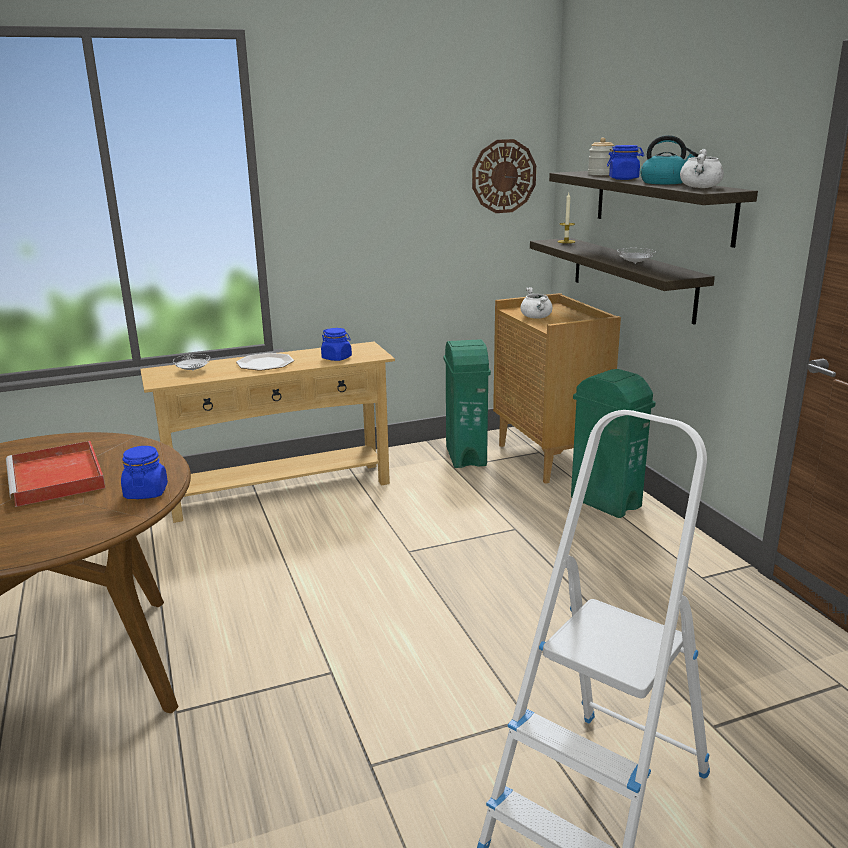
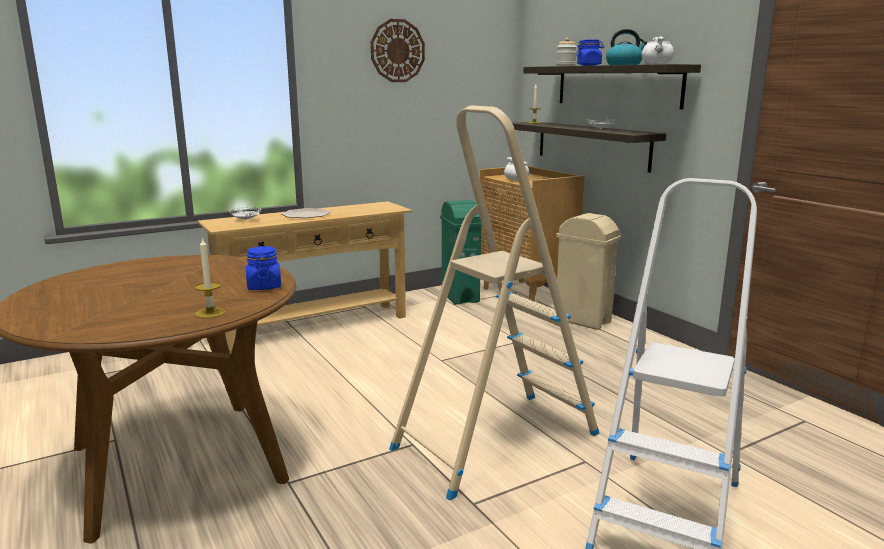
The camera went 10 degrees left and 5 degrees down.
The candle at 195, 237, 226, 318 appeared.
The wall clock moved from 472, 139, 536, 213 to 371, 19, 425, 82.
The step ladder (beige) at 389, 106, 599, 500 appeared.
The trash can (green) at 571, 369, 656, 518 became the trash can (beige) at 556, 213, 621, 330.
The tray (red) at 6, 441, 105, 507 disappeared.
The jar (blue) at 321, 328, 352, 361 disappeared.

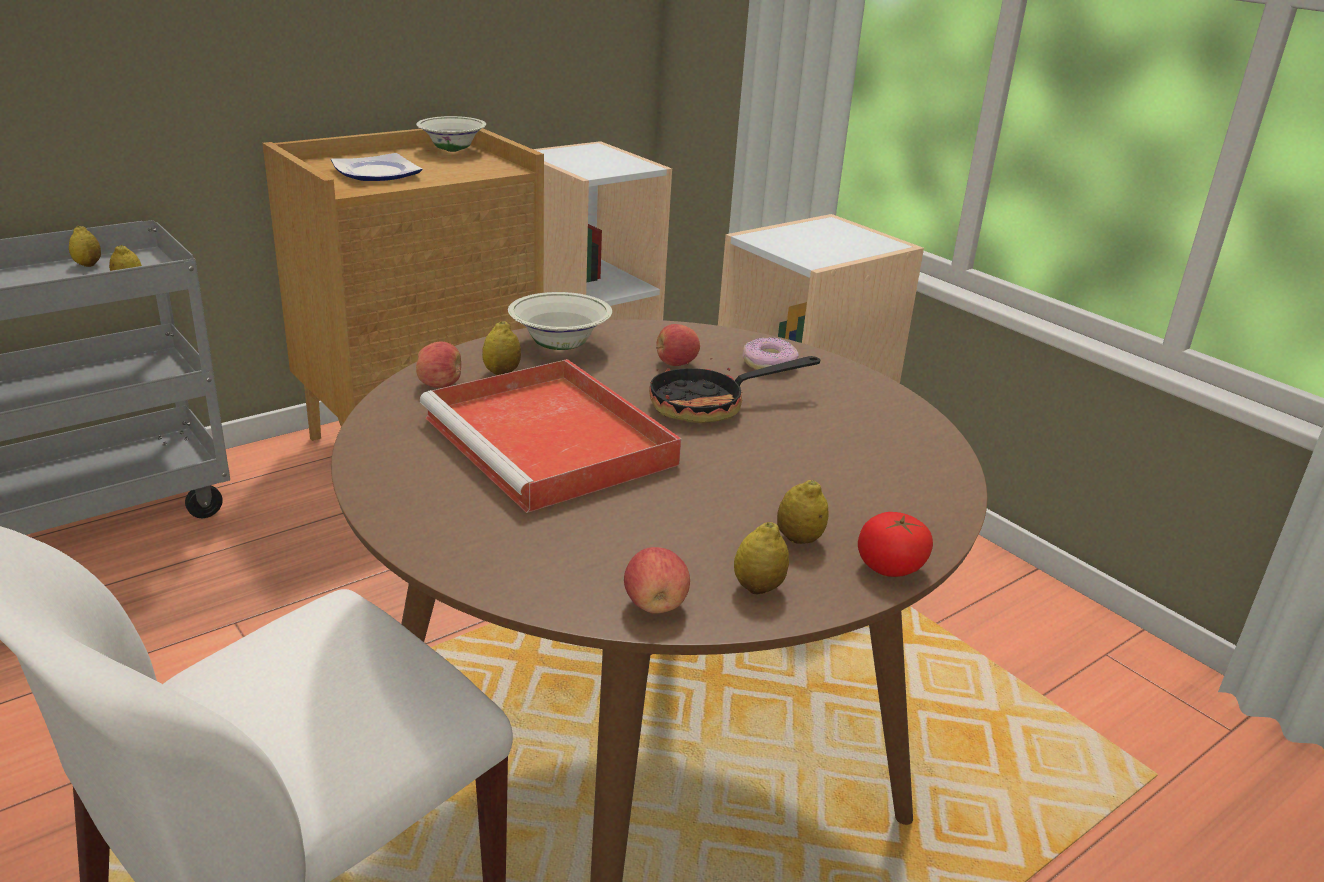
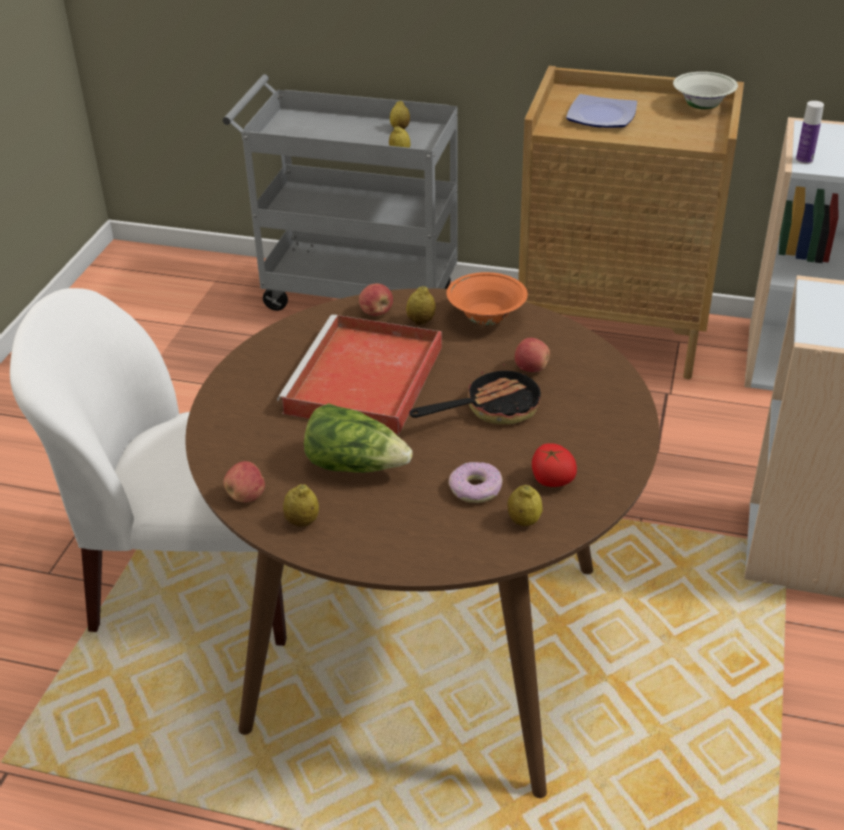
The camera went 55 degrees right and 10 degrees up.
The lettuce at 304, 403, 413, 473 appeared.
The frying pan at 649, 348, 820, 423 turned 120 degrees clockwise.
The bowl (white) at 508, 292, 612, 350 became the bowl (orange) at 446, 272, 528, 325.
The donut moved from 742, 337, 799, 373 to 449, 462, 503, 503.
The lemon moved from 777, 479, 828, 544 to 507, 485, 543, 526.
The tomato moved from 858, 512, 933, 577 to 532, 443, 577, 487.
The bottle at 796, 101, 824, 164 appeared.

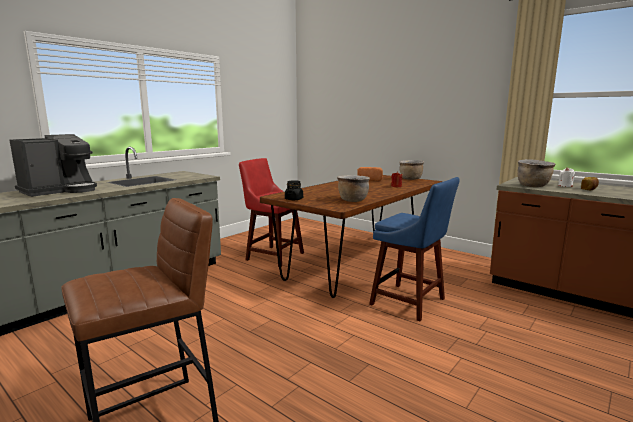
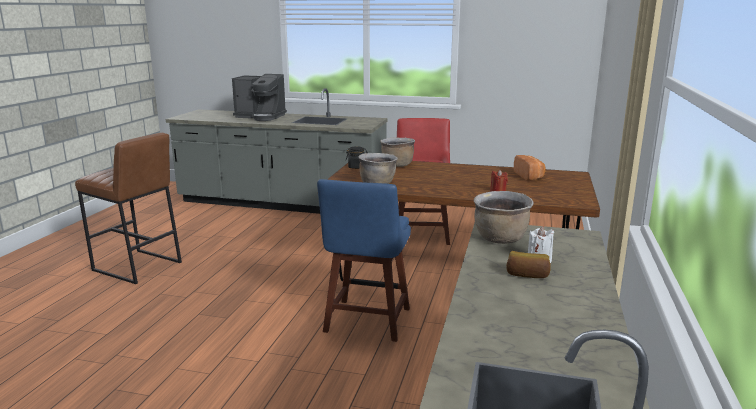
The camera went 65 degrees right and 5 degrees up.
The cooking pot (brown) moved from 399, 160, 424, 180 to 380, 138, 415, 167.

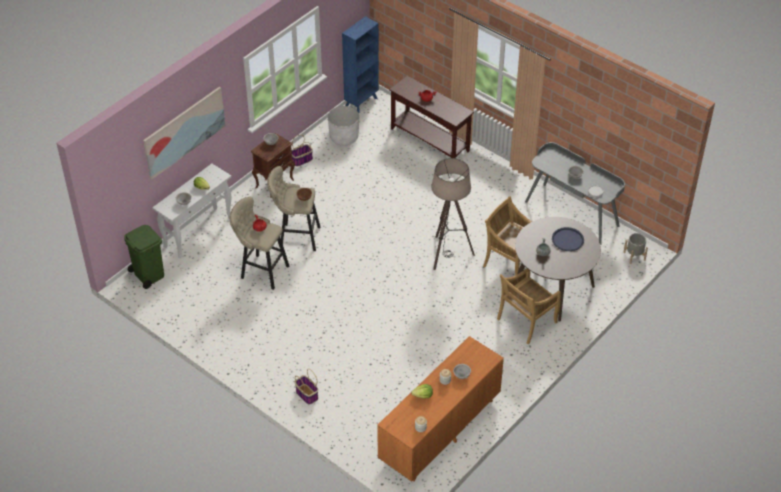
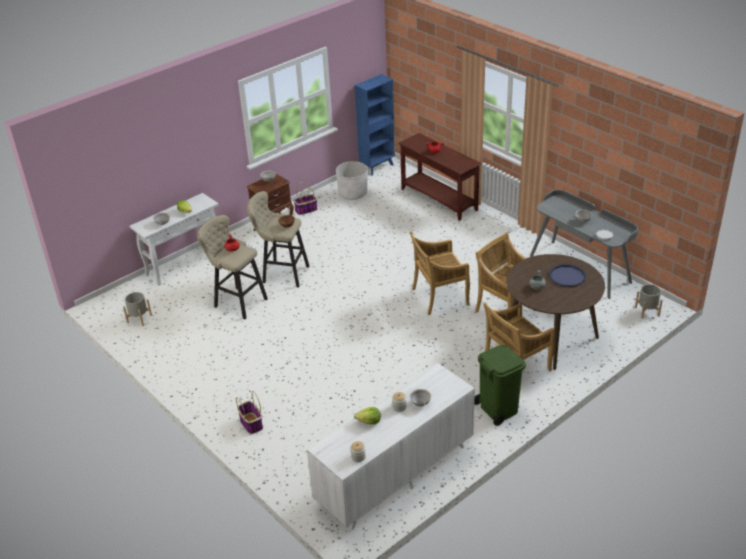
The camera went 10 degrees right and 10 degrees down.
The planter (grey) at 123, 292, 152, 326 appeared.
The dresser (orange) at 377, 336, 504, 482 became the dresser (white) at 307, 363, 475, 530.
The floor lamp at 431, 158, 475, 270 was replaced by the chair (beige) at 409, 231, 470, 315.
The trash can (green) moved from 124, 225, 164, 289 to 474, 345, 526, 426.
The picture at 143, 87, 225, 180 disappeared.

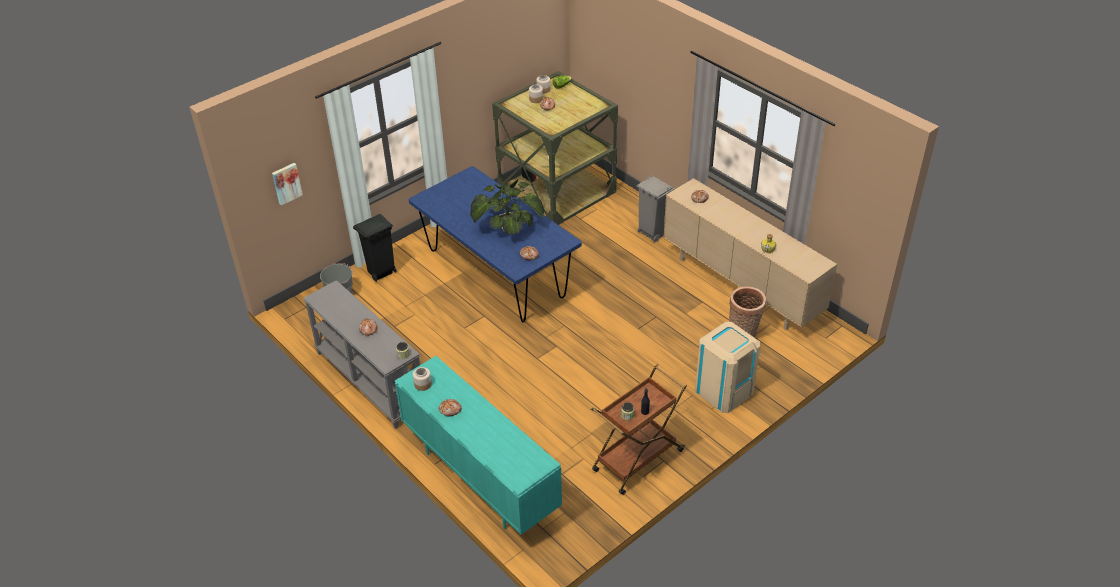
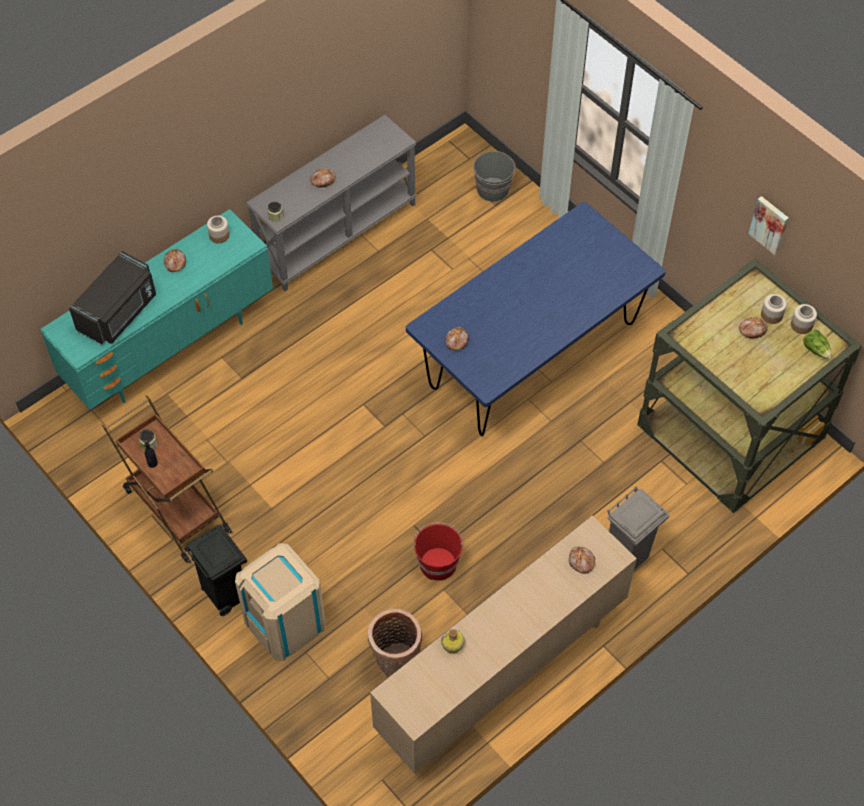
The camera went 90 degrees right and 15 degrees up.
The microwave (black) at 69, 251, 156, 345 appeared.
The trash can (black) moved from 353, 214, 397, 282 to 184, 525, 247, 616.
The bucket (red) at 413, 523, 463, 581 appeared.
The picture moved from 272, 163, 303, 206 to 748, 196, 789, 255.
The potted plant at 470, 179, 544, 235 disappeared.

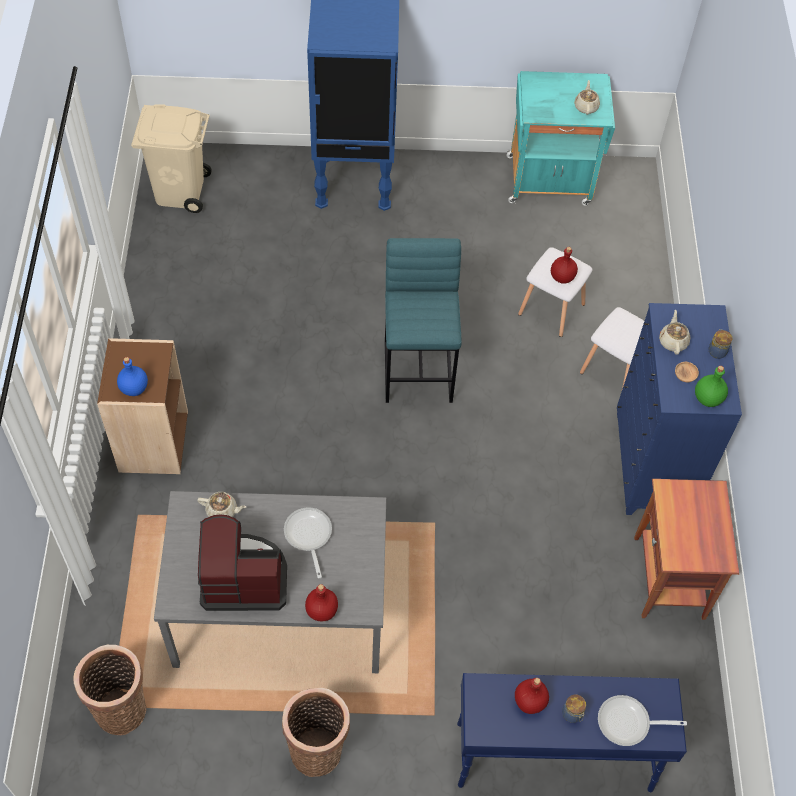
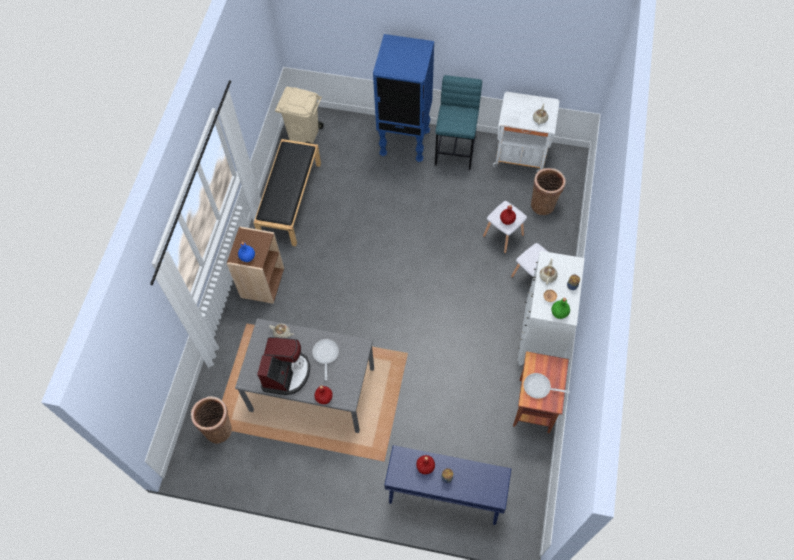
The camera went 15 degrees right and 5 degrees up.
The bench (black) at 254, 139, 321, 246 appeared.
The coffee machine at 198, 514, 287, 611 turned 90 degrees clockwise.
The stool (turquoise) moved from 385, 238, 461, 403 to 435, 75, 482, 170.
The cart (turquoise) at 507, 71, 615, 206 became the cart (white) at 493, 92, 560, 172.
The dresser (blue) at 617, 303, 742, 515 became the dresser (white) at 518, 251, 585, 366.
The frying pan moved from 598, 695, 687, 746 to 524, 373, 570, 399.
The basket moved from 282, 688, 350, 777 to 531, 168, 566, 215.

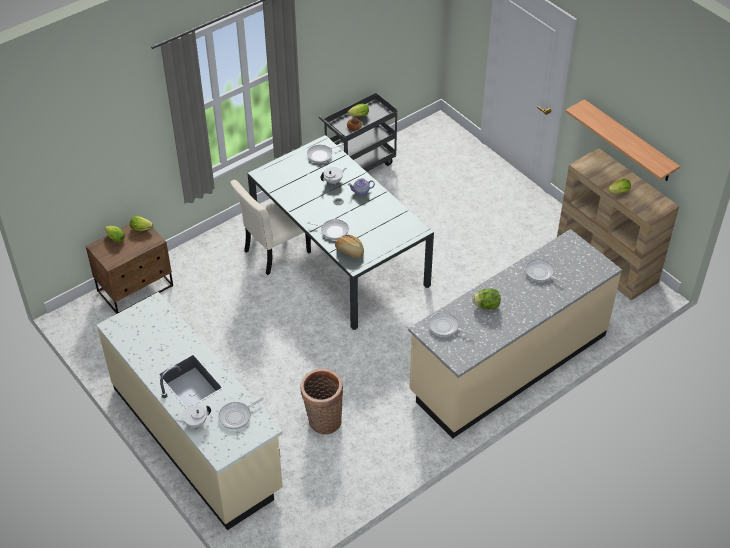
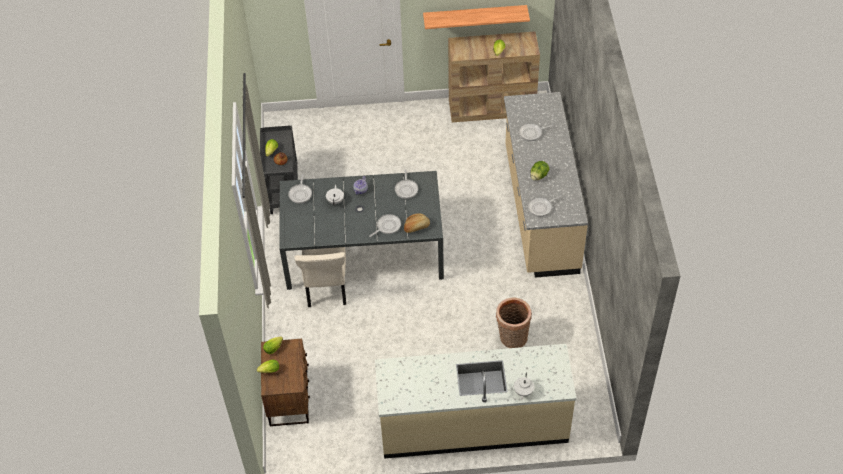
The camera went 55 degrees left and 5 degrees up.
The frying pan moved from 218, 398, 264, 430 to 395, 169, 418, 199.

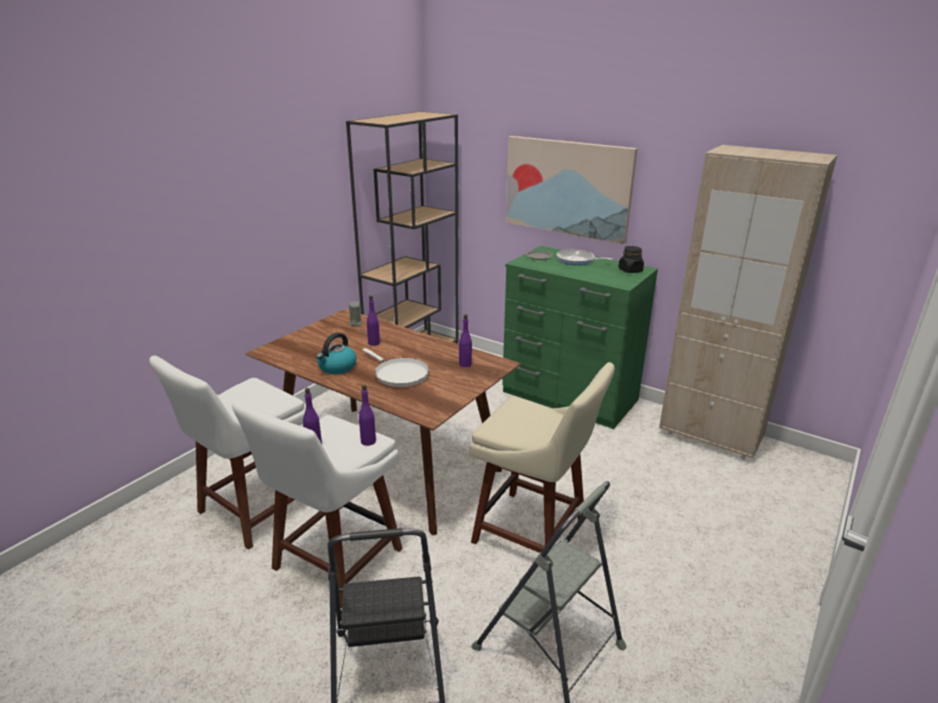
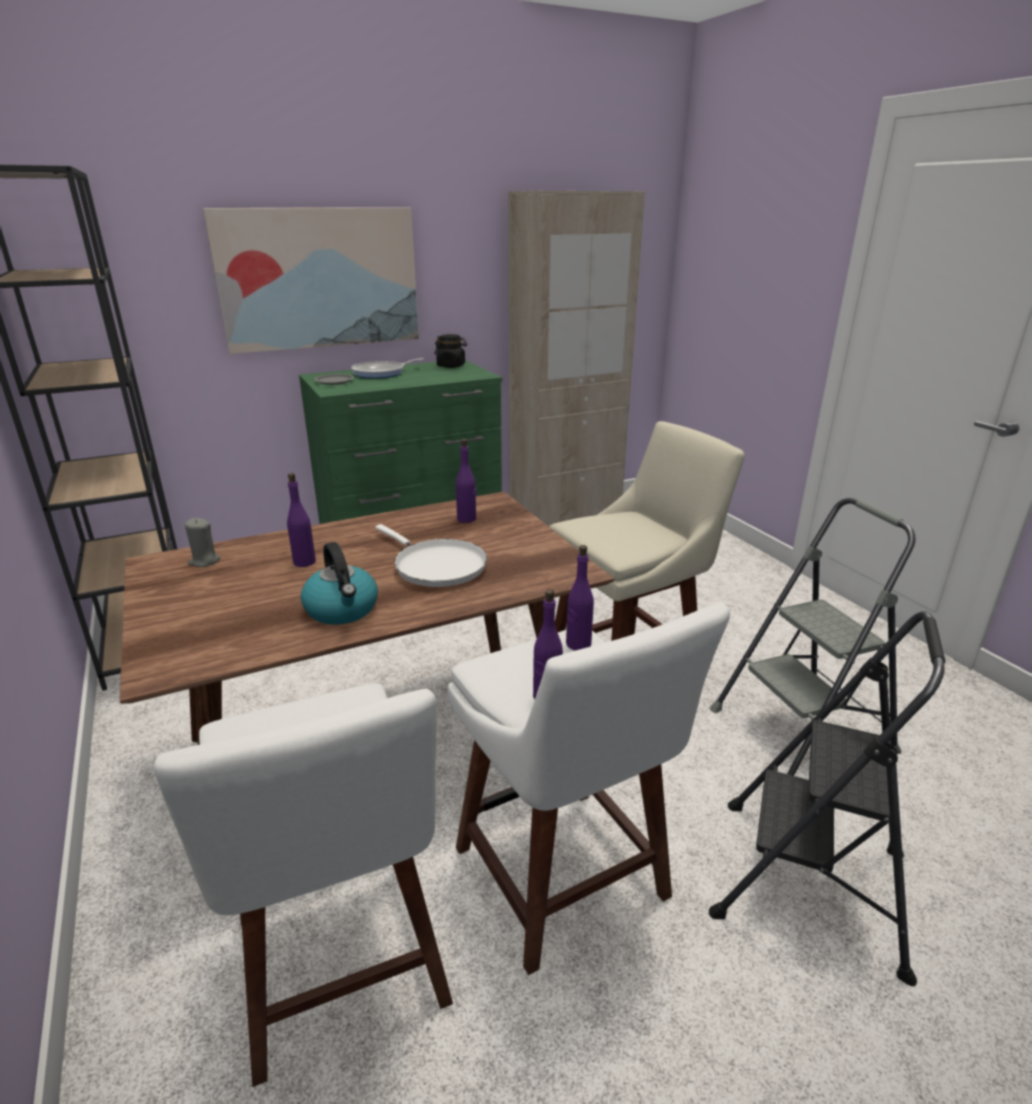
The camera went 60 degrees left and 0 degrees up.
The frying pan (white) at 363, 348, 429, 387 turned 60 degrees clockwise.

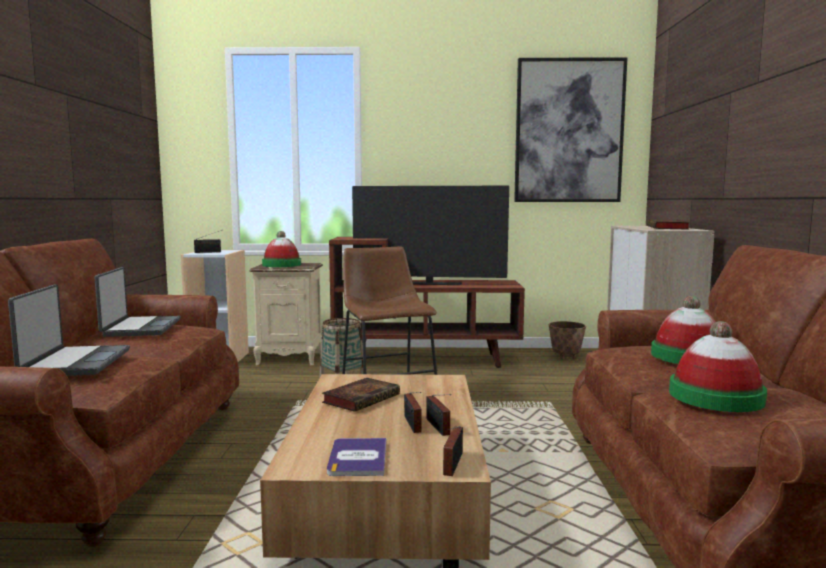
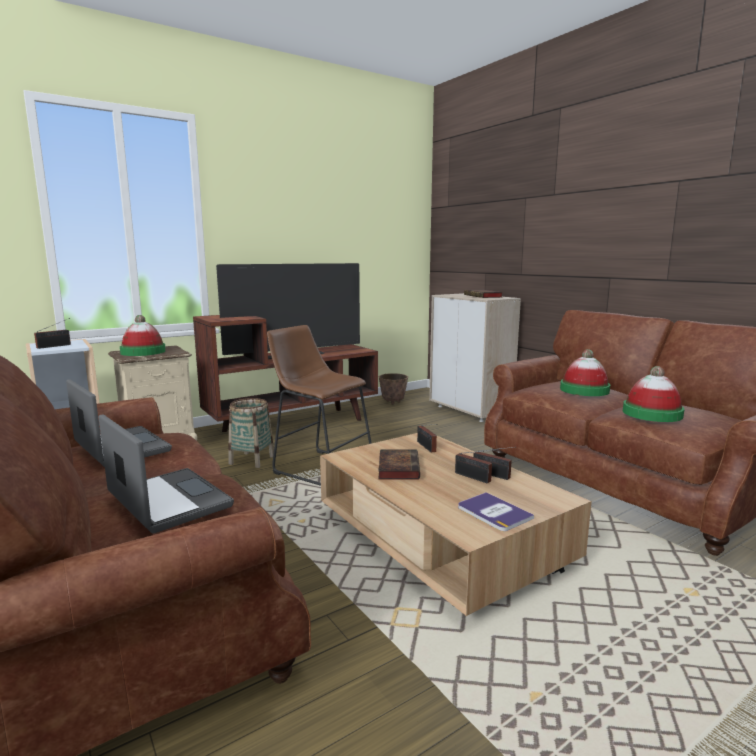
The camera went 35 degrees left and 5 degrees up.
The radio moved from 443, 426, 463, 476 to 417, 424, 438, 453.
The picture at 514, 57, 628, 202 disappeared.

